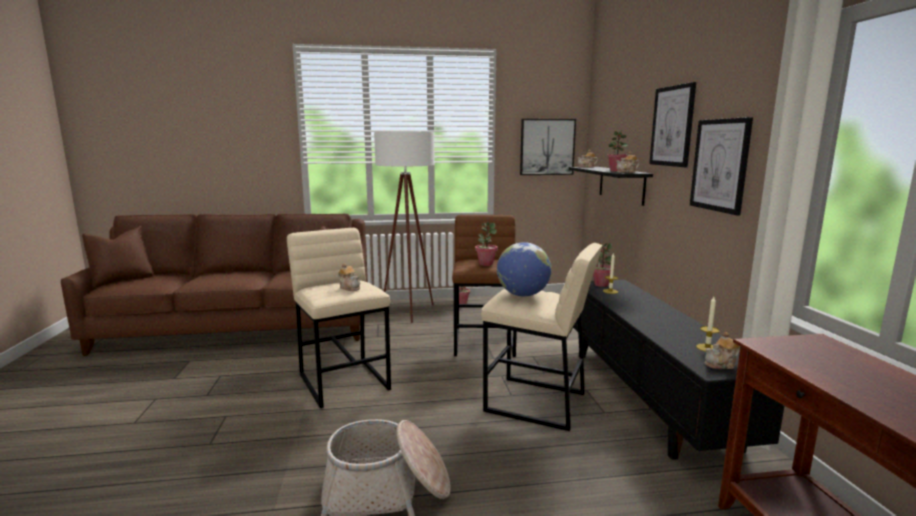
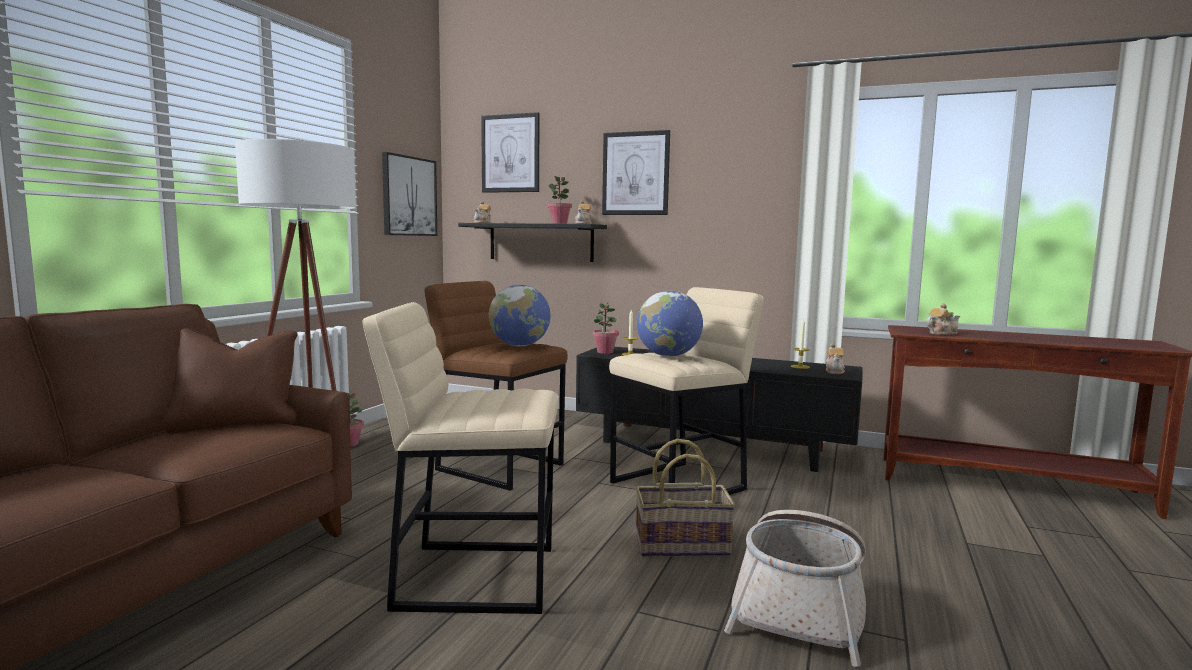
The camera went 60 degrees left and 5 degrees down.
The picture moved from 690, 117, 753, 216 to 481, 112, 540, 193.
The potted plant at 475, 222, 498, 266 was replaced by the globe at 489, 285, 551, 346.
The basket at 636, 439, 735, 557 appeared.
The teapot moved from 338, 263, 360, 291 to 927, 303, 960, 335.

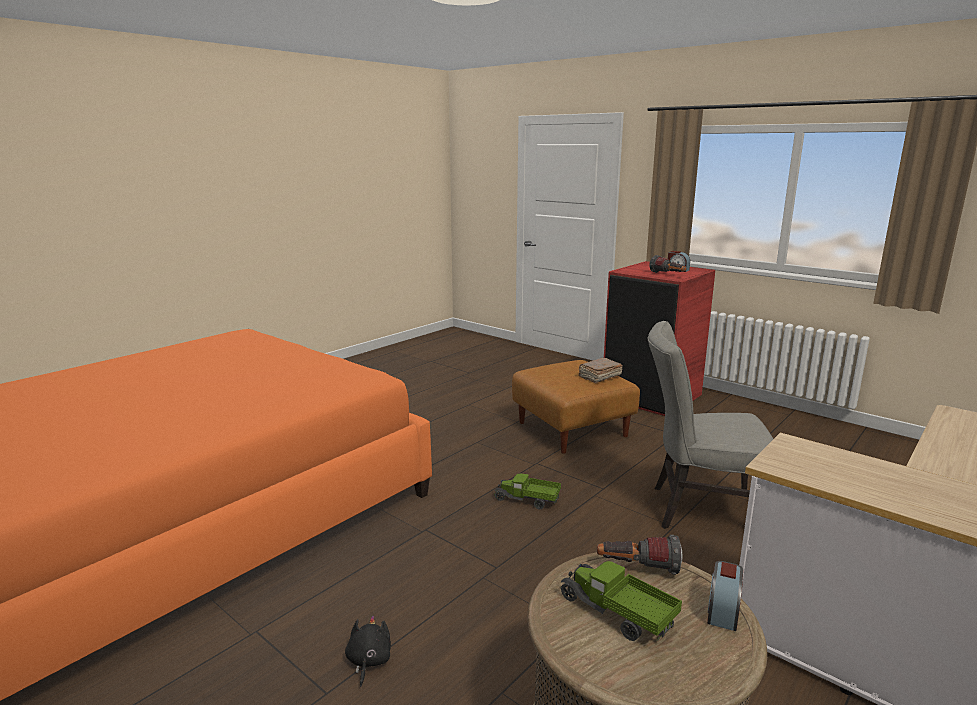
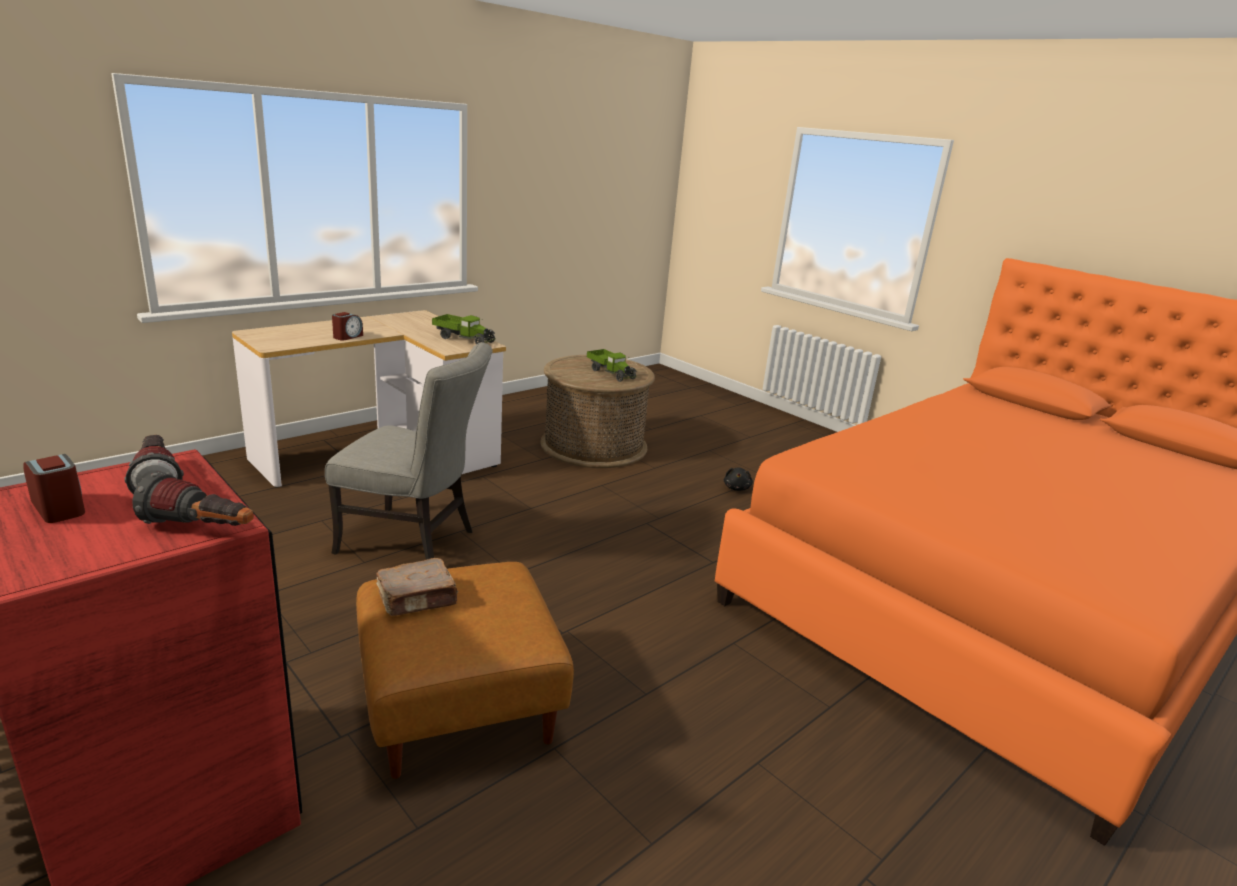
The camera went 175 degrees left and 5 degrees up.
The flashlight moved from 597, 535, 682, 575 to 132, 472, 254, 526.
The alarm clock moved from 707, 561, 743, 631 to 332, 312, 363, 341.
The toy truck moved from 495, 473, 561, 510 to 432, 314, 495, 344.

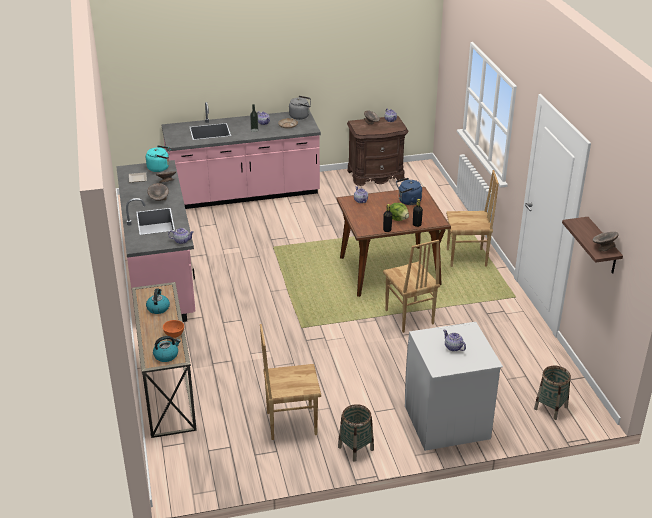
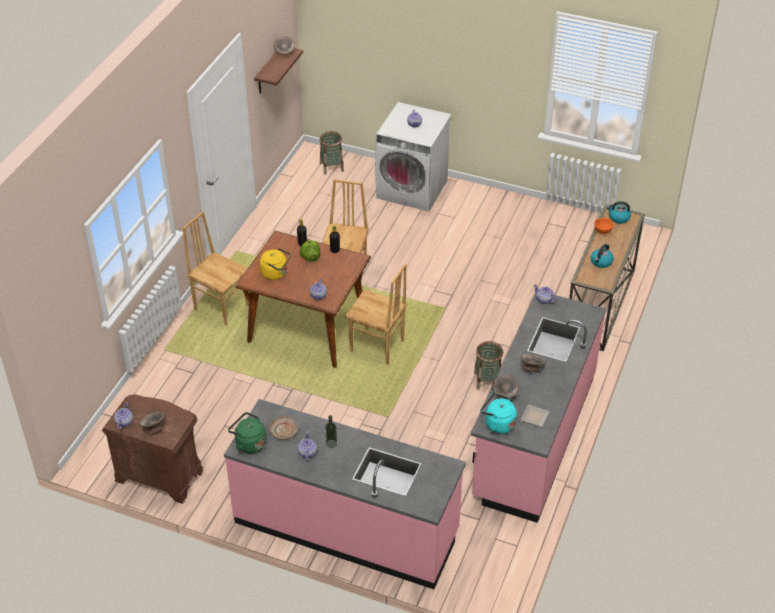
The camera went 145 degrees left and 10 degrees up.
The kettle (grey) at 289, 96, 311, 120 became the kettle (green) at 228, 412, 267, 454.
The kettle (blue) at 396, 178, 422, 205 became the kettle (yellow) at 260, 248, 291, 280.
The chair (brown) moved from 260, 324, 321, 440 to 345, 264, 407, 365.
The basket moved from 338, 404, 374, 462 to 474, 341, 503, 390.

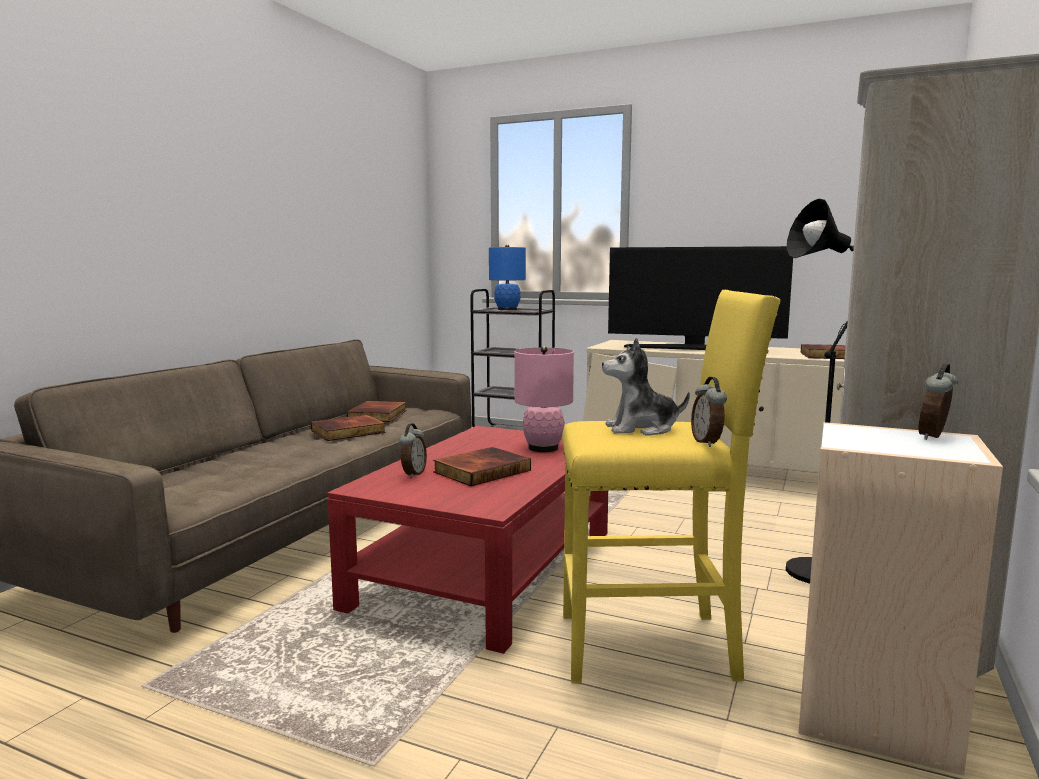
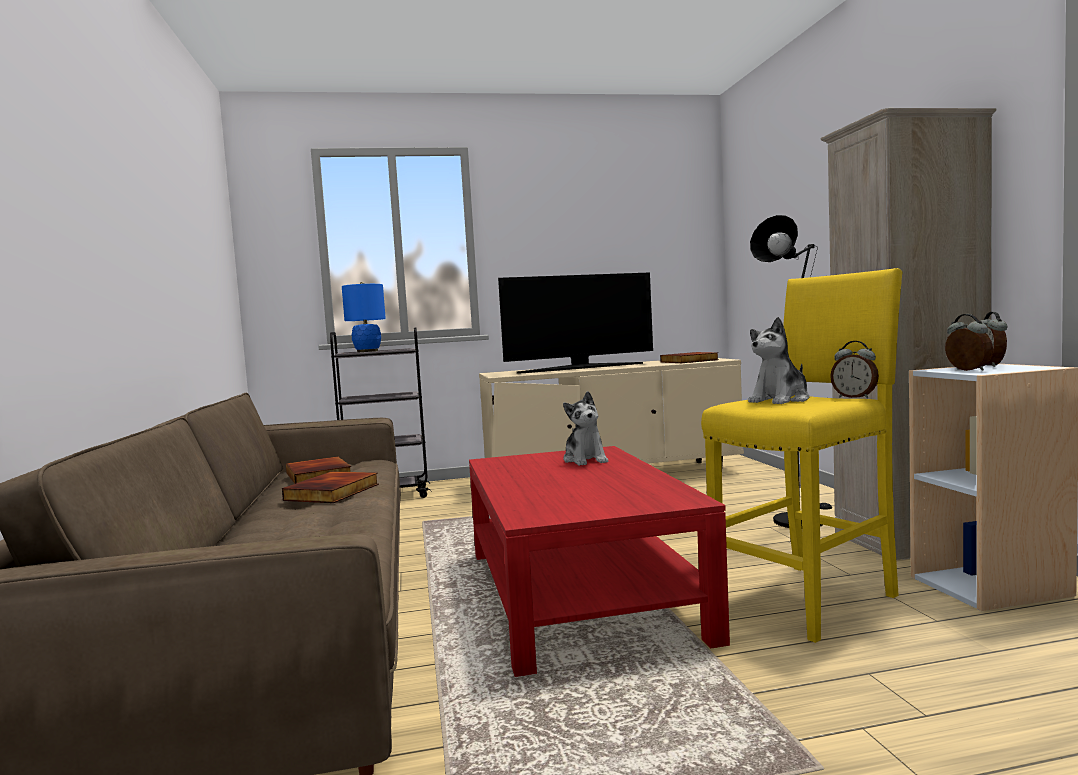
The camera went 35 degrees left and 5 degrees down.
The table lamp (pink) at 514, 346, 574, 452 was replaced by the plush toy at 563, 391, 608, 466.
The alarm clock moved from 399, 423, 427, 478 to 945, 314, 993, 371.
The book at 433, 447, 531, 486 disappeared.

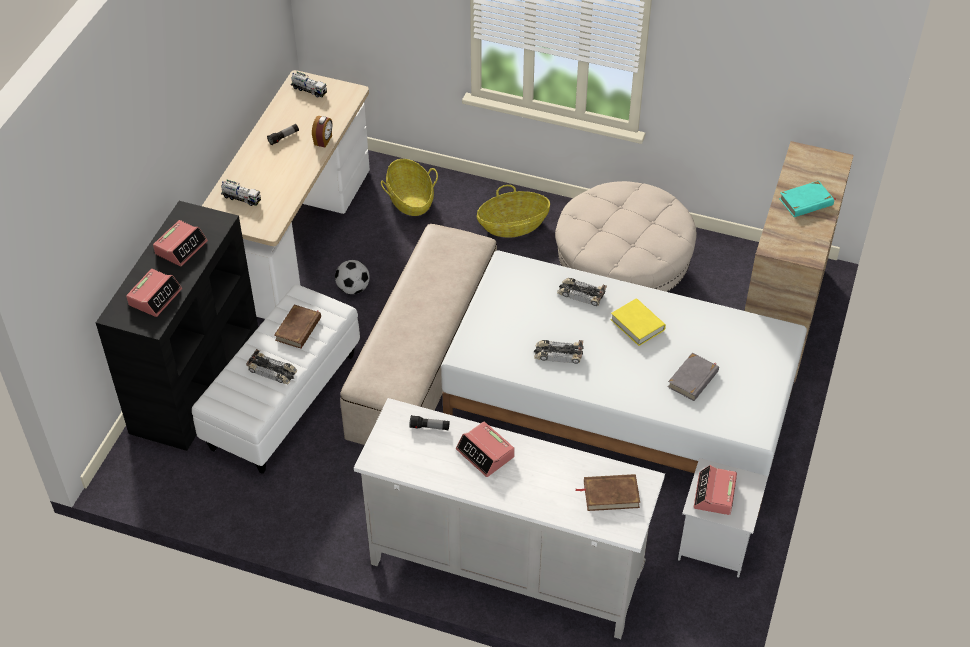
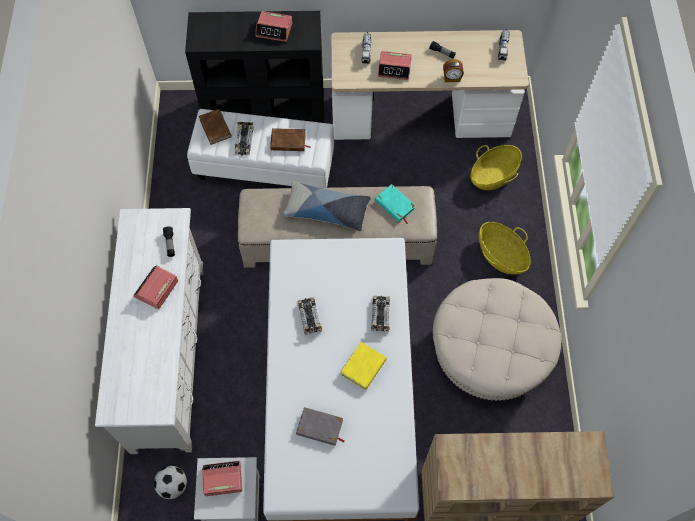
The camera went 70 degrees right and 15 degrees up.
The football moved from 335, 260, 370, 294 to 154, 466, 187, 499.
The book (brown) moved from 575, 474, 640, 511 to 199, 109, 232, 145.
The pillow at 282, 181, 371, 231 appeared.
The book (turquoise) moved from 779, 181, 836, 217 to 375, 184, 416, 224.
The alarm clock moved from 126, 269, 182, 317 to 378, 51, 412, 80.

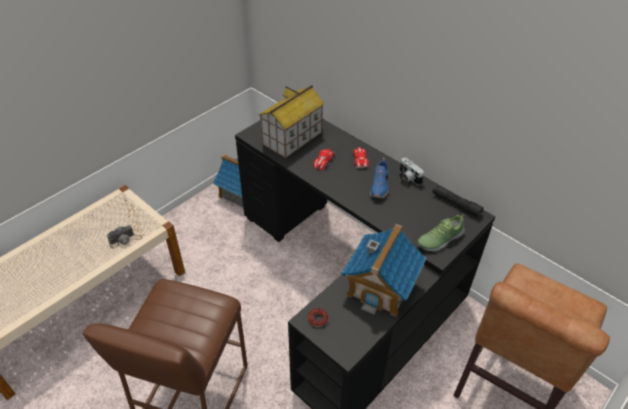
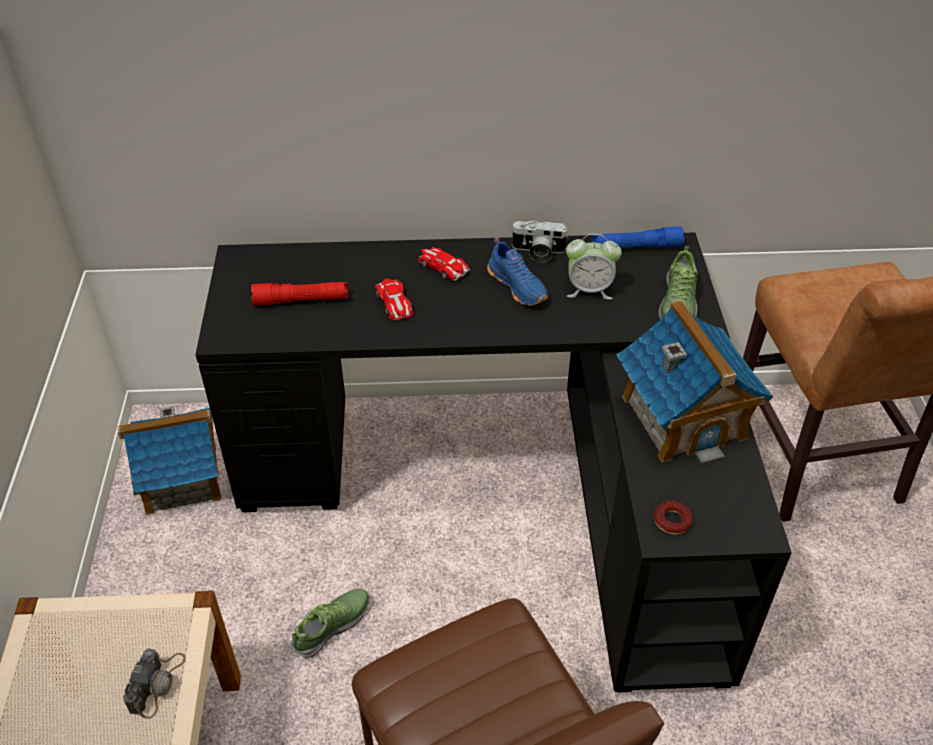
The camera went 45 degrees left and 0 degrees up.
The toy house at 259, 85, 324, 158 was replaced by the flashlight (red) at 251, 282, 348, 305.
The shoe at 291, 589, 369, 658 appeared.
The alarm clock at 566, 234, 622, 299 appeared.
The flashlight (black) at 432, 185, 484, 218 became the flashlight (blue) at 592, 226, 684, 248.

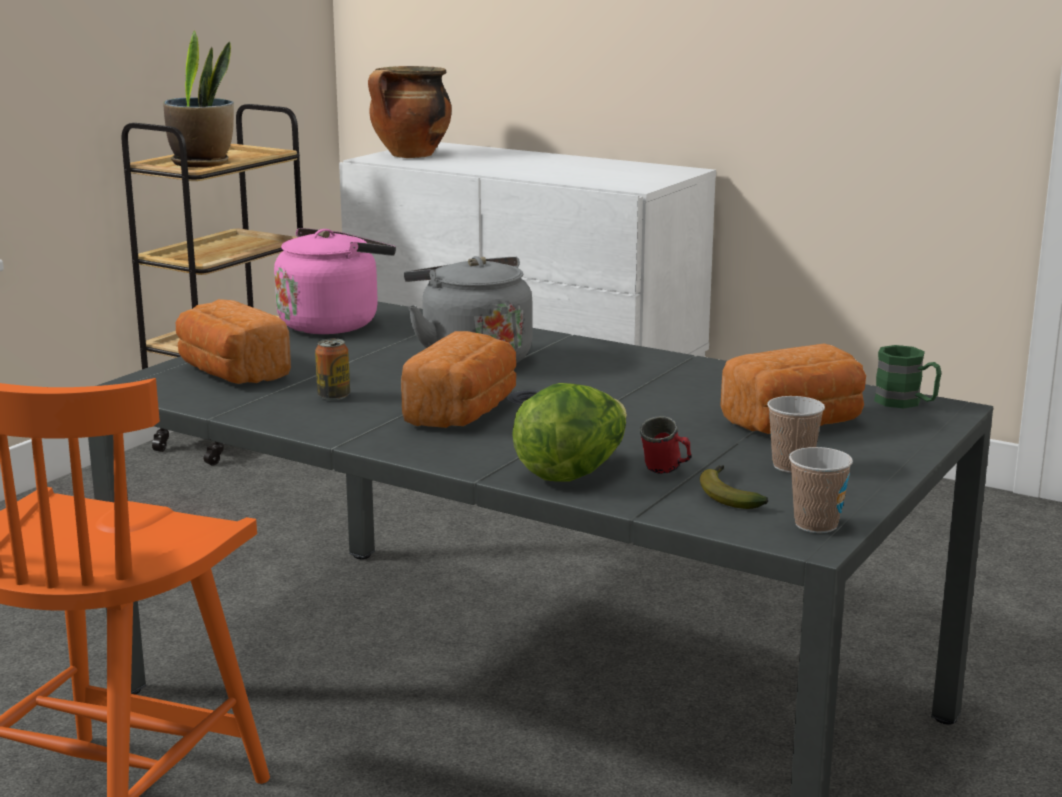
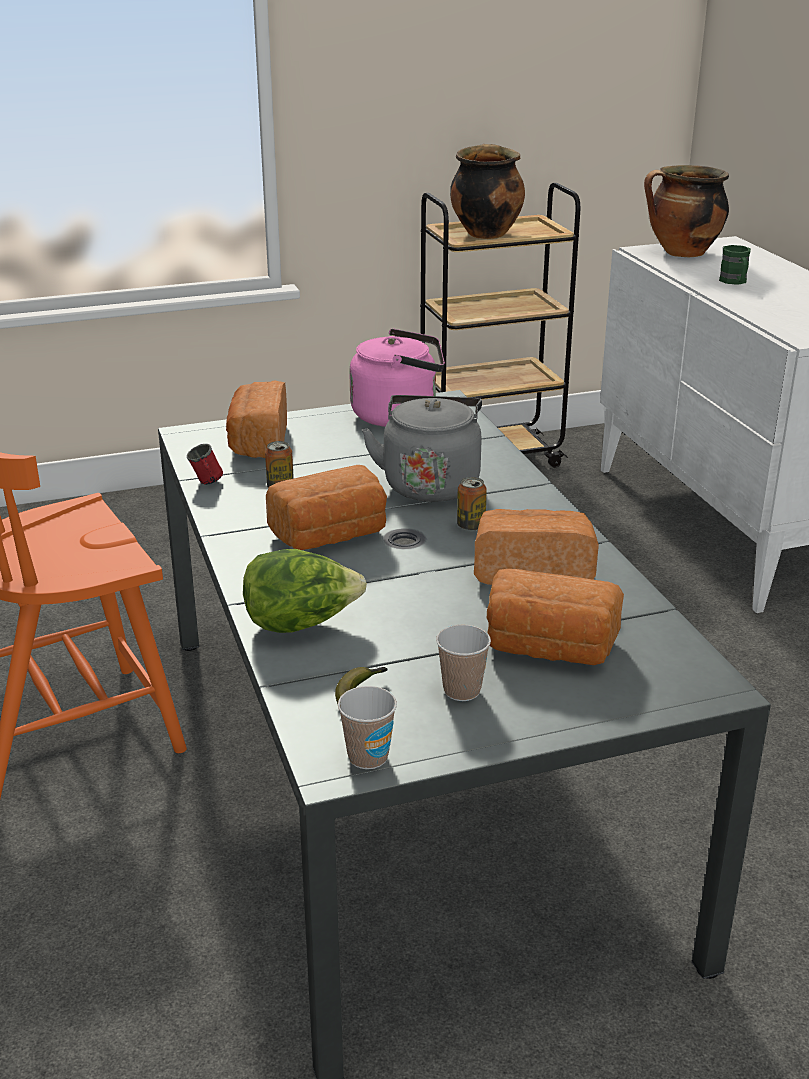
The camera went 40 degrees right and 10 degrees up.
The mug (red) moved from 640, 416, 692, 474 to 187, 444, 223, 485.
The potted plant at 164, 30, 234, 167 was replaced by the cooking pot at 450, 144, 525, 239.
The can at 457, 477, 487, 531 appeared.
The bread at 474, 509, 599, 585 appeared.
The mug (green) moved from 874, 345, 941, 408 to 719, 245, 751, 285.

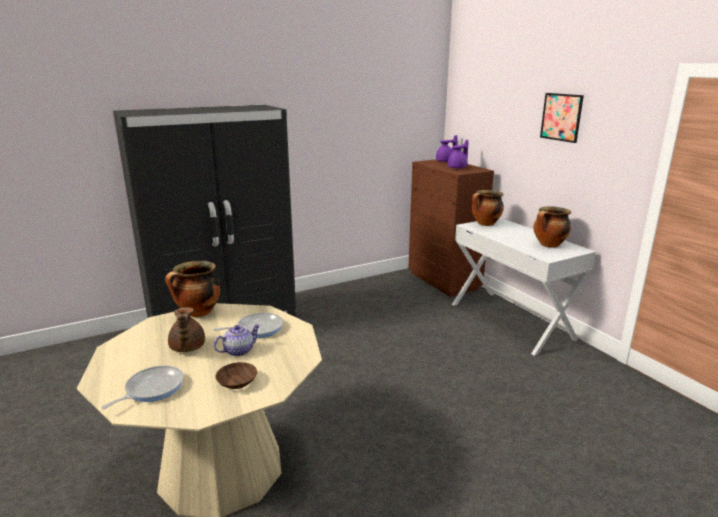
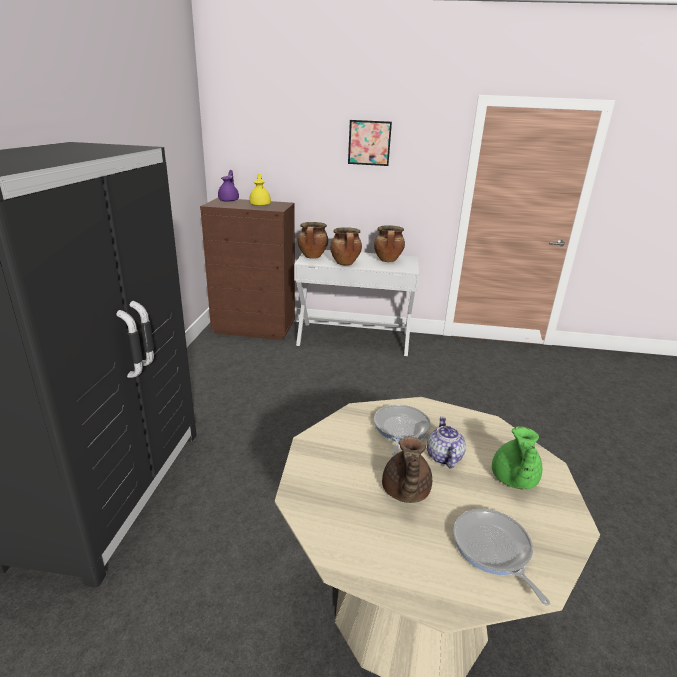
The camera went 55 degrees left and 5 degrees up.
The teapot (purple) at 448, 140, 469, 168 became the teapot (yellow) at 249, 173, 271, 206.
The cooking pot moved from 165, 261, 221, 317 to 330, 227, 362, 265.
The teapot (brown) at 168, 307, 205, 352 turned 75 degrees clockwise.
The bowl (brown) at 215, 362, 257, 389 was replaced by the teapot (green) at 492, 426, 542, 489.

